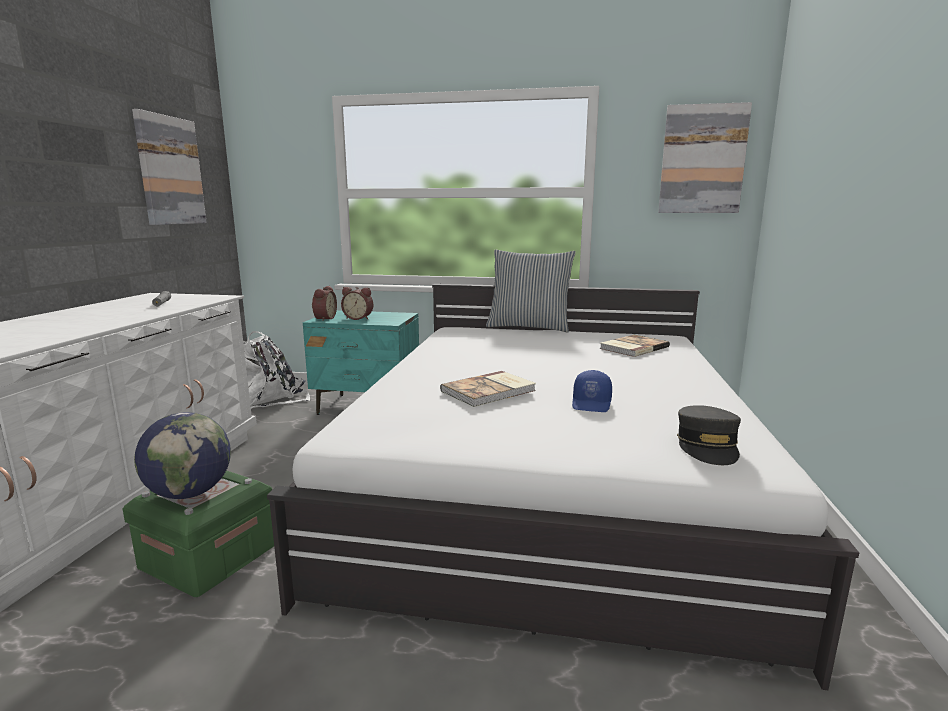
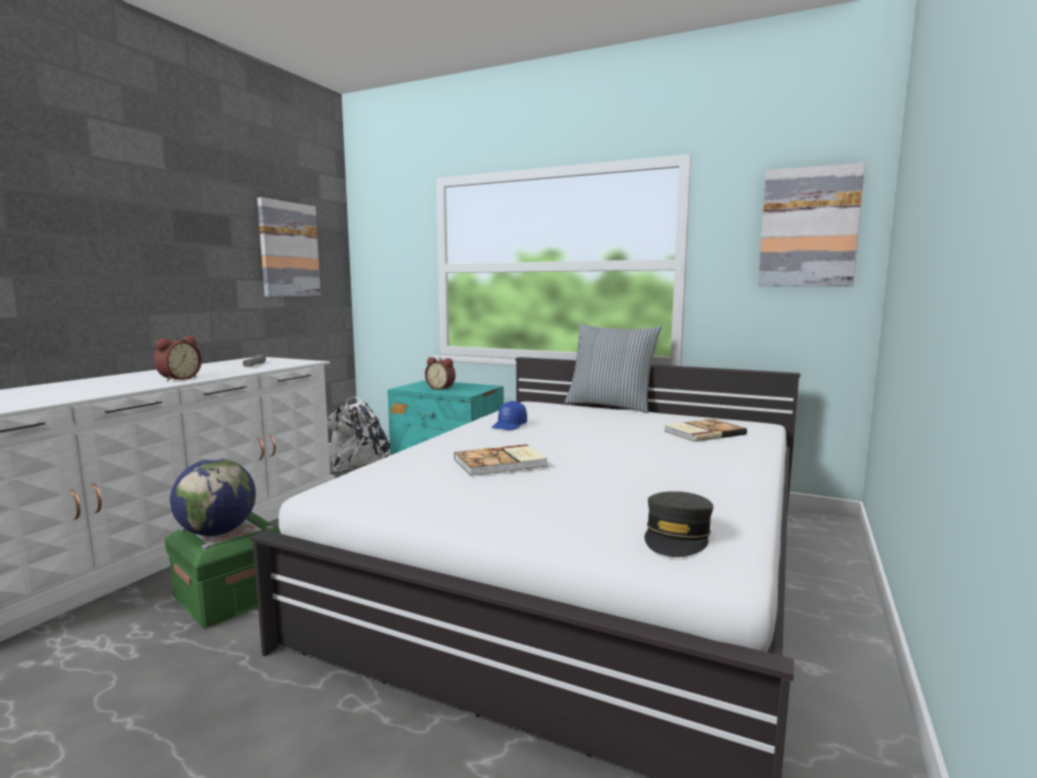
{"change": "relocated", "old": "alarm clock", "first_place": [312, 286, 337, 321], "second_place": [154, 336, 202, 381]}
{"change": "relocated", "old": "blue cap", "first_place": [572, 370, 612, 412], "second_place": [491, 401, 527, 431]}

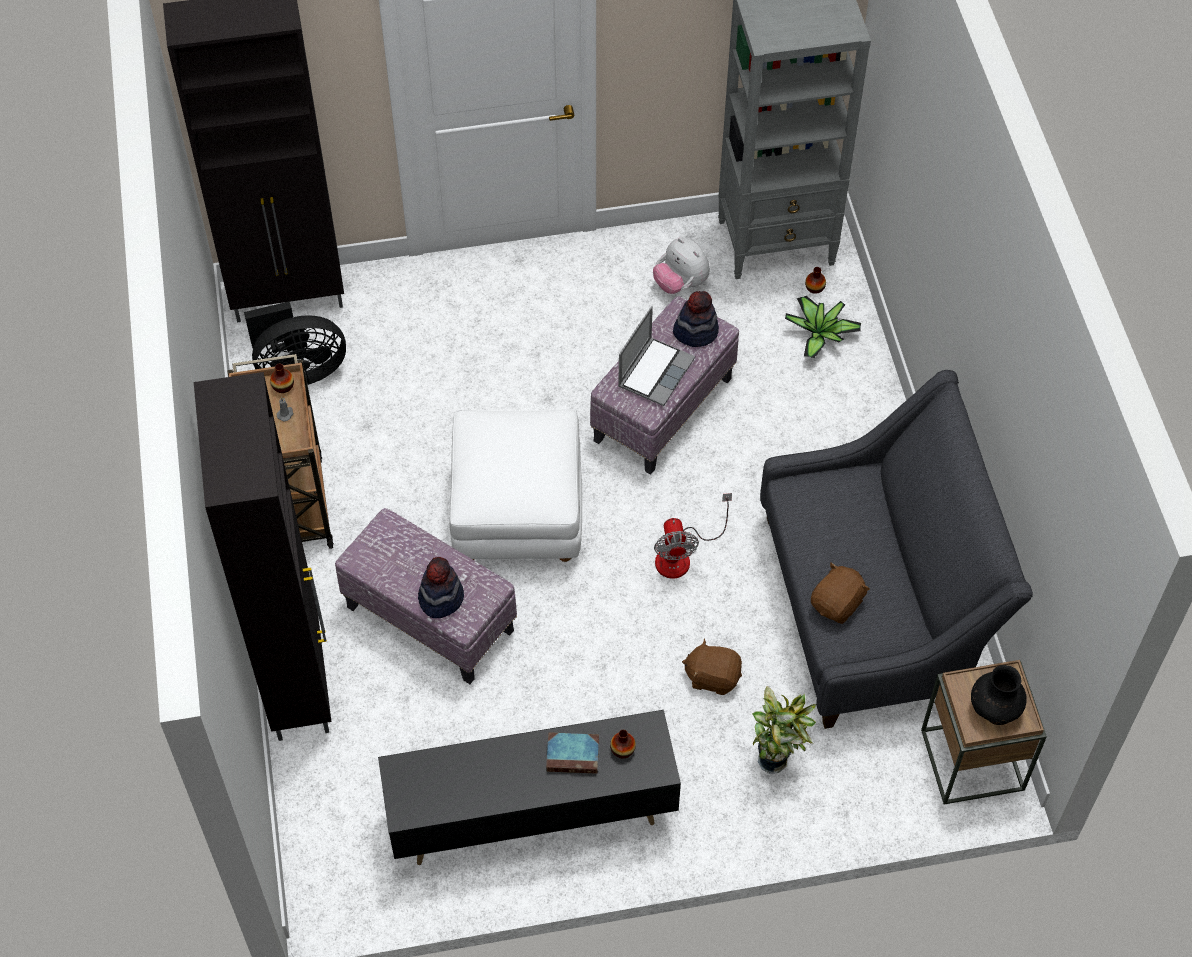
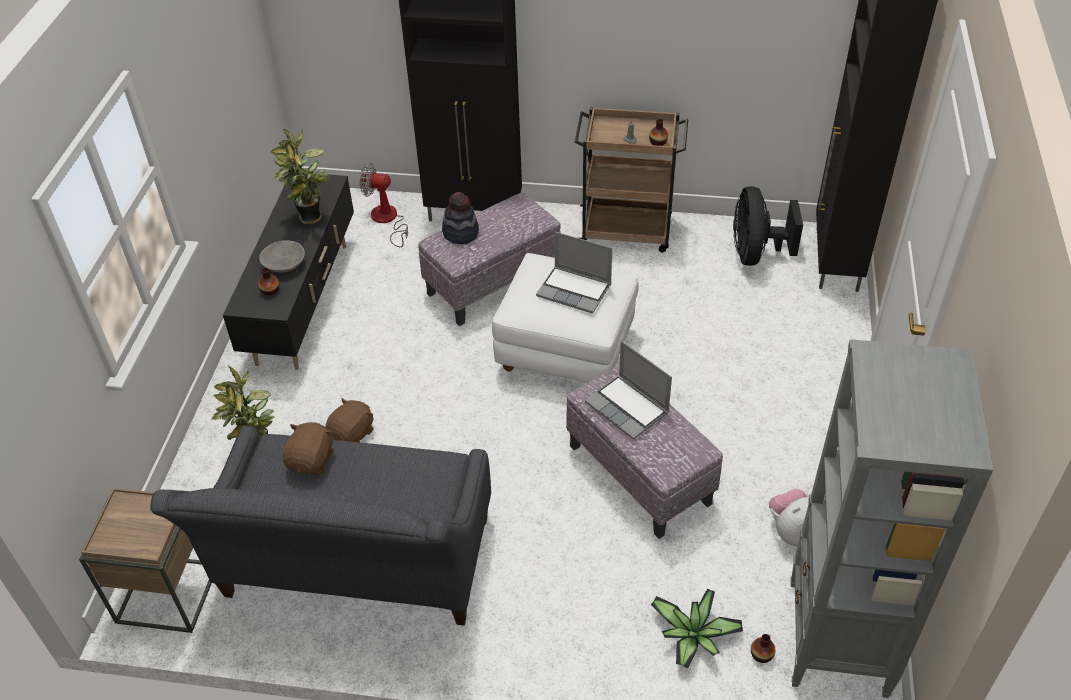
{"change": "missing", "old": "hat", "first_place": [673, 291, 719, 347]}
{"change": "relocated", "old": "fan", "first_place": [654, 493, 732, 579], "second_place": [360, 163, 408, 247]}
{"change": "spun", "old": "brown plush toy", "first_place": [811, 562, 870, 624], "second_place": [283, 422, 334, 475], "degrees": -135}
{"change": "missing", "old": "black vase", "first_place": [971, 665, 1027, 725]}
{"change": "exchanged", "old": "book", "new": "grey bowl", "first_place": [546, 732, 599, 774], "second_place": [259, 240, 305, 273]}
{"change": "appeared", "new": "potted plant", "second_place": [270, 128, 329, 224]}
{"change": "appeared", "new": "laptop", "second_place": [536, 232, 612, 313]}

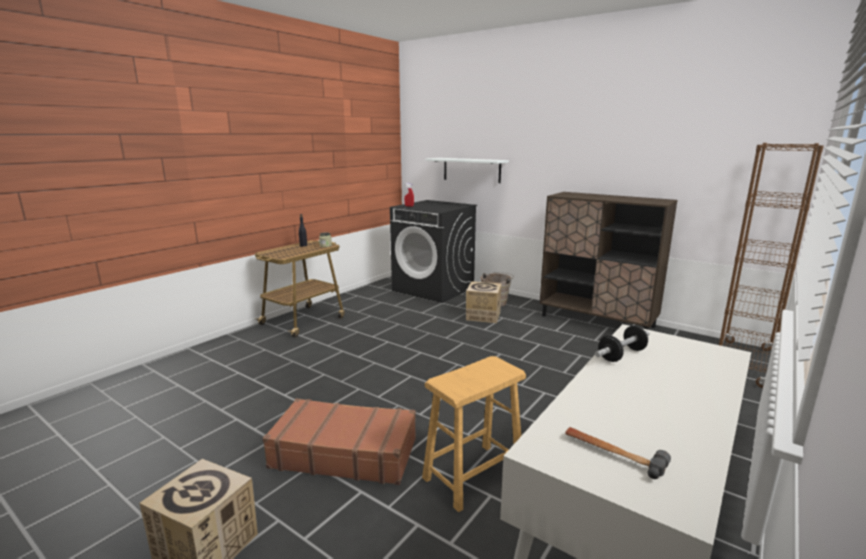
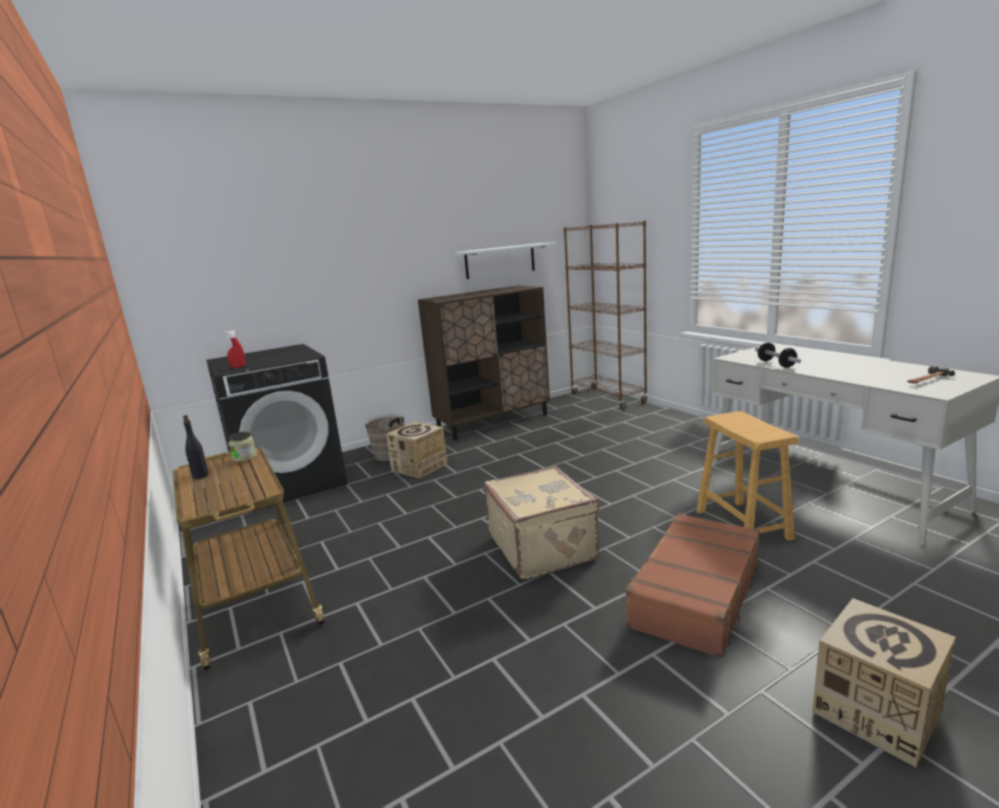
{"change": "relocated", "old": "white shelf", "first_place": [425, 158, 509, 183], "second_place": [455, 242, 556, 279]}
{"change": "appeared", "new": "beige suitcase", "second_place": [484, 466, 599, 580]}

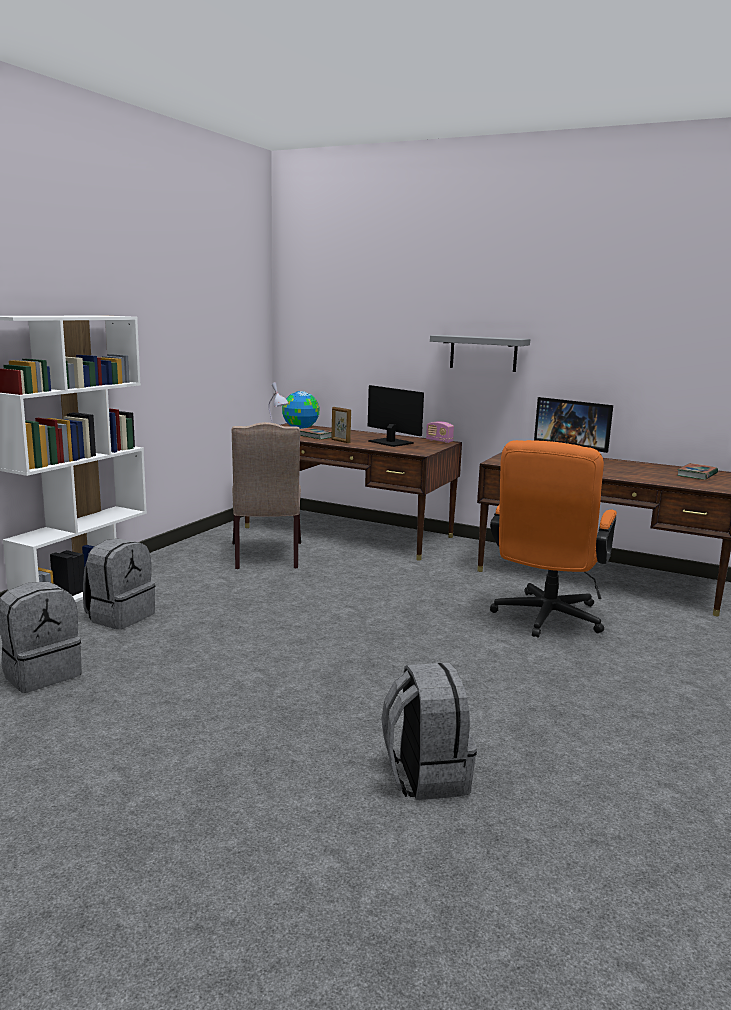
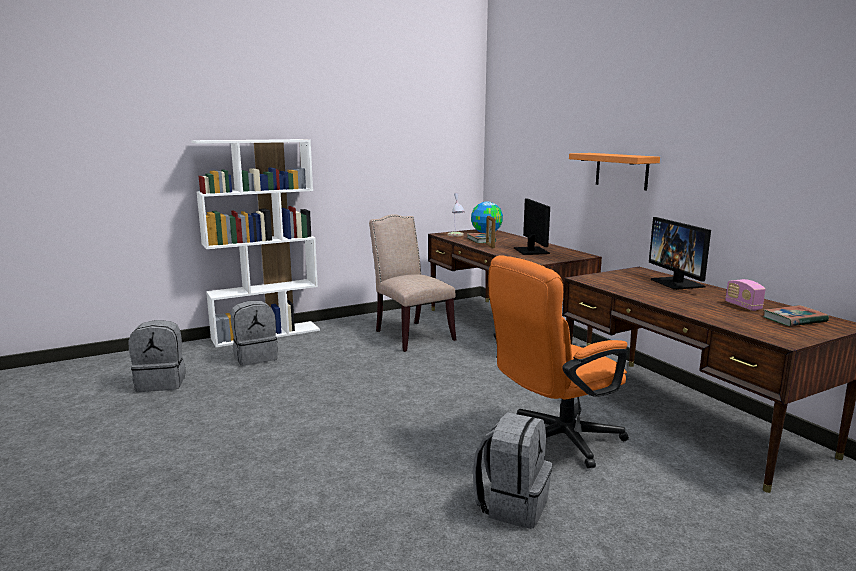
{"change": "colour", "old": "grey shelf", "new": "orange shelf", "first_place": [430, 335, 530, 372], "second_place": [569, 153, 660, 190]}
{"change": "relocated", "old": "radio", "first_place": [426, 421, 454, 443], "second_place": [725, 279, 765, 311]}
{"change": "spun", "old": "beige chair", "first_place": [232, 422, 301, 569], "second_place": [369, 214, 456, 352], "degrees": 120}
{"change": "relocated", "old": "grey backpack", "first_place": [381, 663, 477, 800], "second_place": [473, 412, 552, 529]}

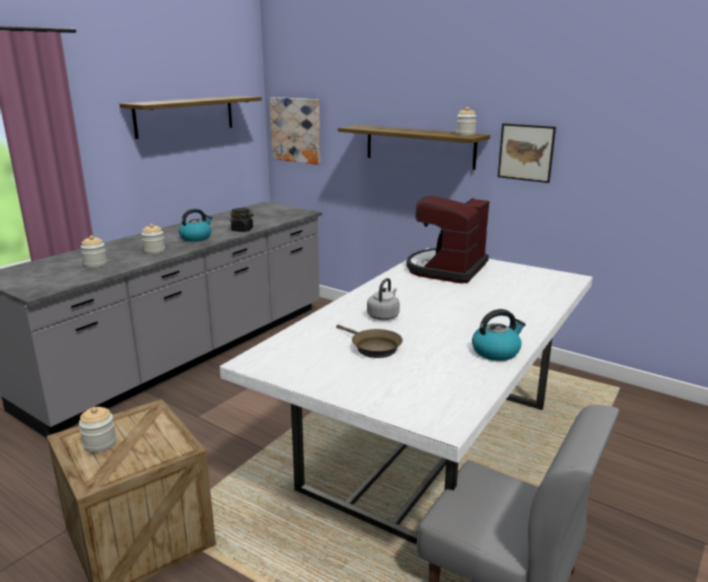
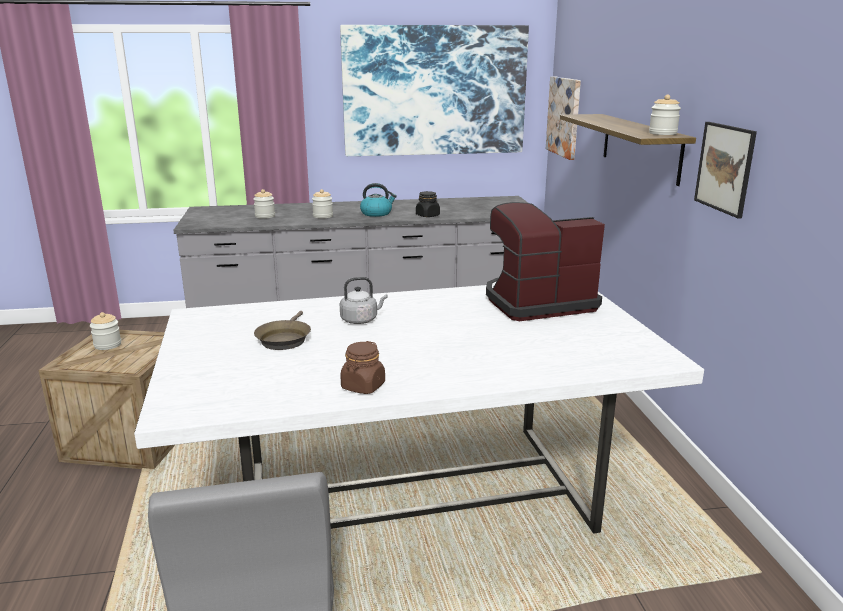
{"change": "exchanged", "old": "shelf", "new": "picture", "first_place": [119, 96, 262, 139], "second_place": [340, 25, 529, 156]}
{"change": "exchanged", "old": "kettle", "new": "brown jar", "first_place": [472, 309, 526, 361], "second_place": [340, 341, 385, 394]}

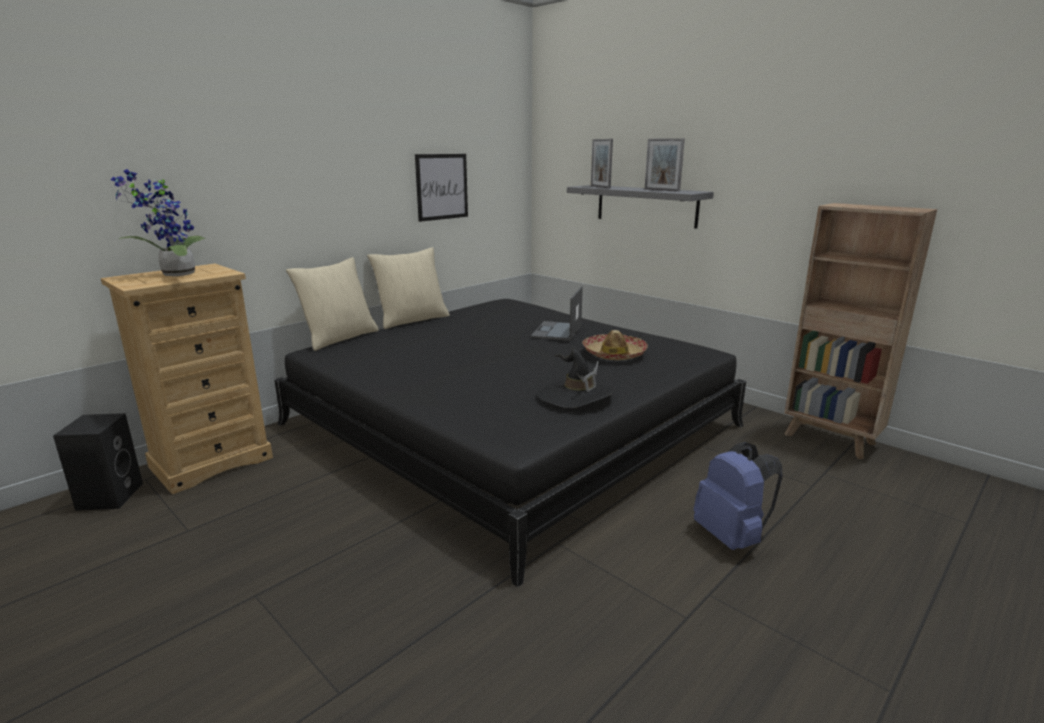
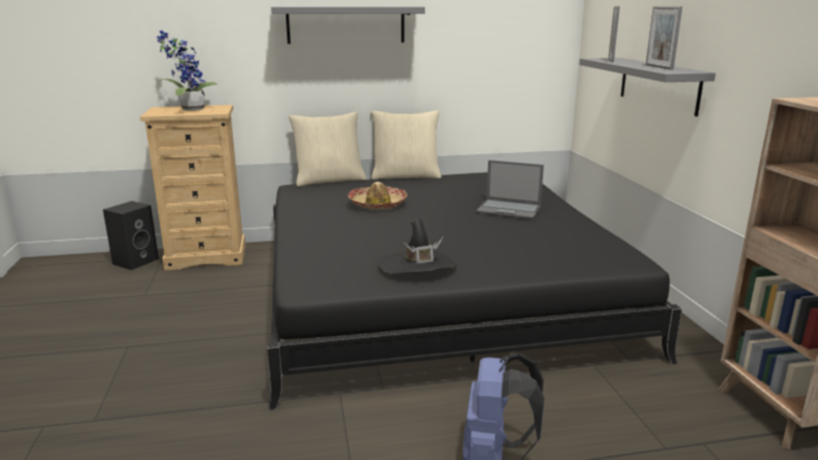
{"change": "missing", "old": "picture", "first_place": [415, 154, 468, 222]}
{"change": "spun", "old": "laptop", "first_place": [531, 286, 583, 341], "second_place": [476, 160, 544, 219], "degrees": -120}
{"change": "relocated", "old": "hat", "first_place": [582, 330, 648, 360], "second_place": [348, 182, 407, 210]}
{"change": "appeared", "new": "grey shelf", "second_place": [271, 7, 425, 44]}

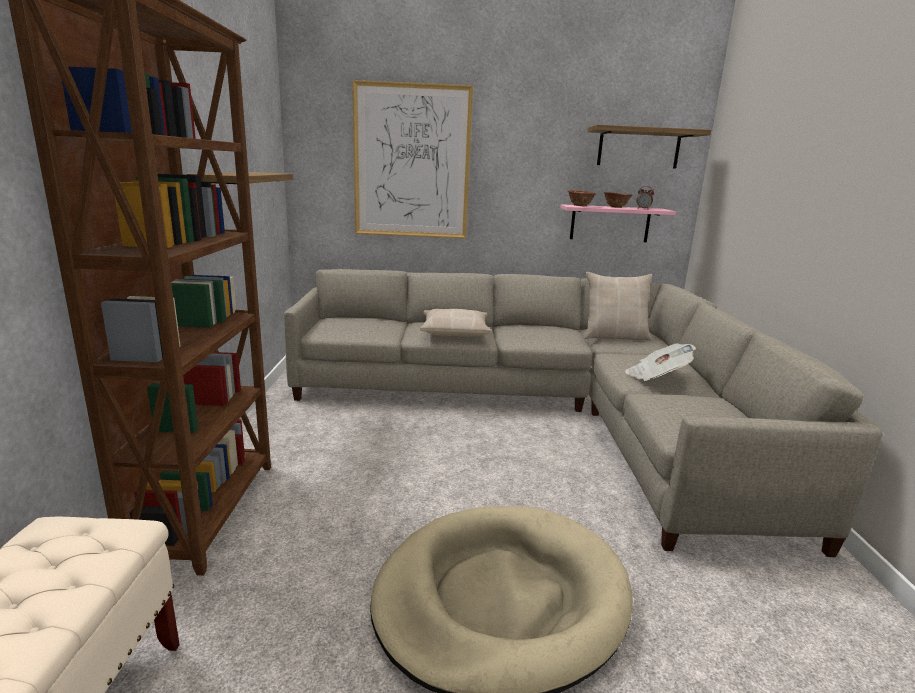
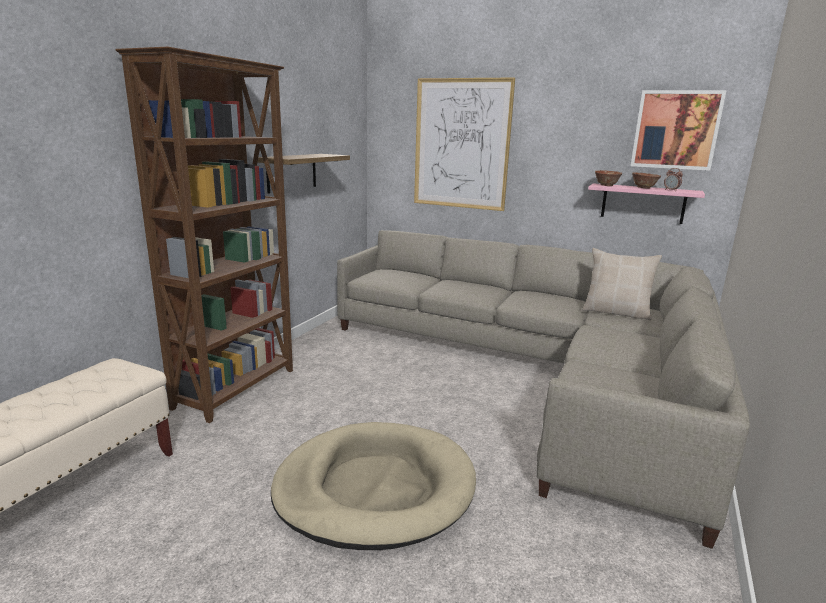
{"change": "exchanged", "old": "shelf", "new": "picture", "first_place": [588, 125, 711, 169], "second_place": [631, 90, 727, 171]}
{"change": "missing", "old": "beige pillow", "first_place": [420, 309, 491, 336]}
{"change": "missing", "old": "newspaper", "first_place": [625, 343, 696, 381]}

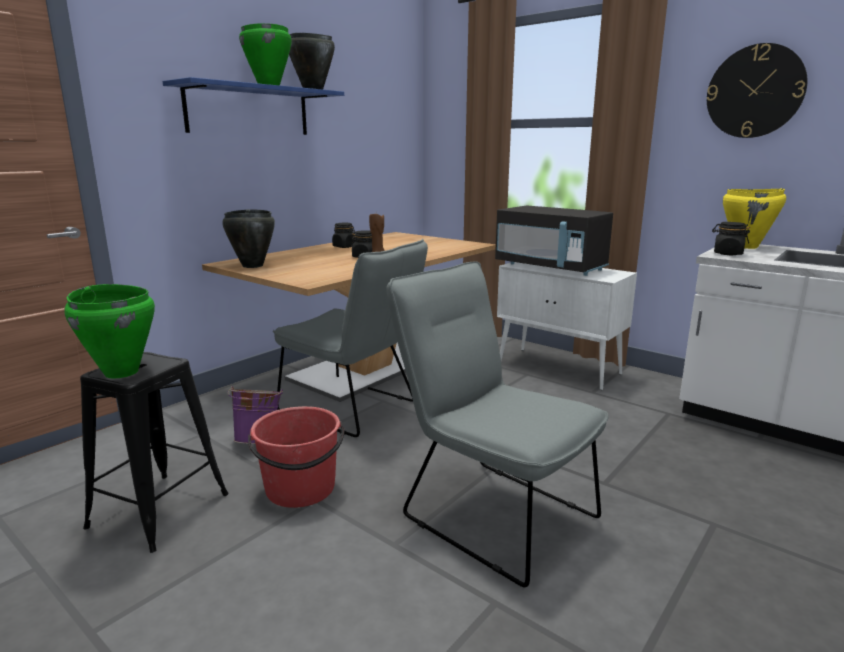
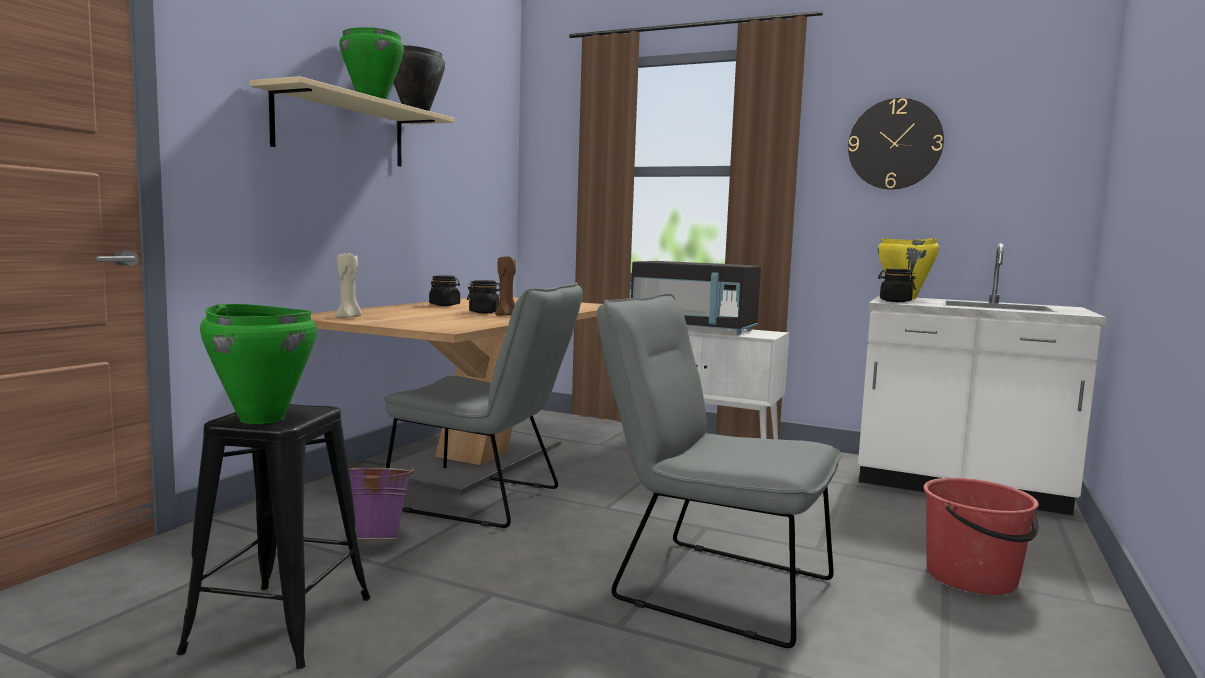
{"change": "colour", "old": "blue shelf", "new": "beige shelf", "first_place": [163, 77, 344, 135], "second_place": [250, 76, 455, 166]}
{"change": "exchanged", "old": "black cooking pot", "new": "beige candle", "first_place": [222, 209, 275, 268], "second_place": [336, 252, 361, 318]}
{"change": "relocated", "old": "red bucket", "first_place": [248, 406, 344, 508], "second_place": [923, 478, 1039, 595]}

